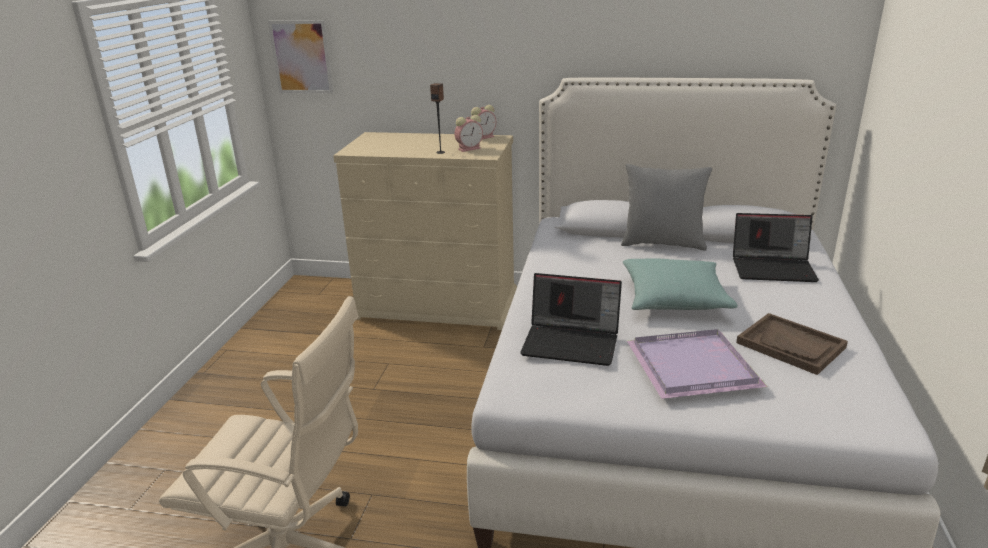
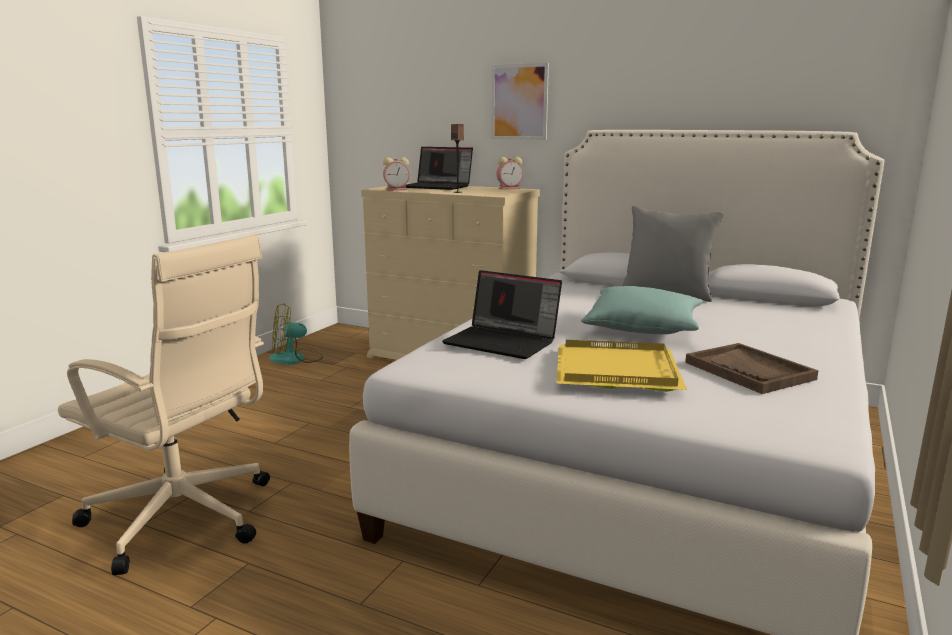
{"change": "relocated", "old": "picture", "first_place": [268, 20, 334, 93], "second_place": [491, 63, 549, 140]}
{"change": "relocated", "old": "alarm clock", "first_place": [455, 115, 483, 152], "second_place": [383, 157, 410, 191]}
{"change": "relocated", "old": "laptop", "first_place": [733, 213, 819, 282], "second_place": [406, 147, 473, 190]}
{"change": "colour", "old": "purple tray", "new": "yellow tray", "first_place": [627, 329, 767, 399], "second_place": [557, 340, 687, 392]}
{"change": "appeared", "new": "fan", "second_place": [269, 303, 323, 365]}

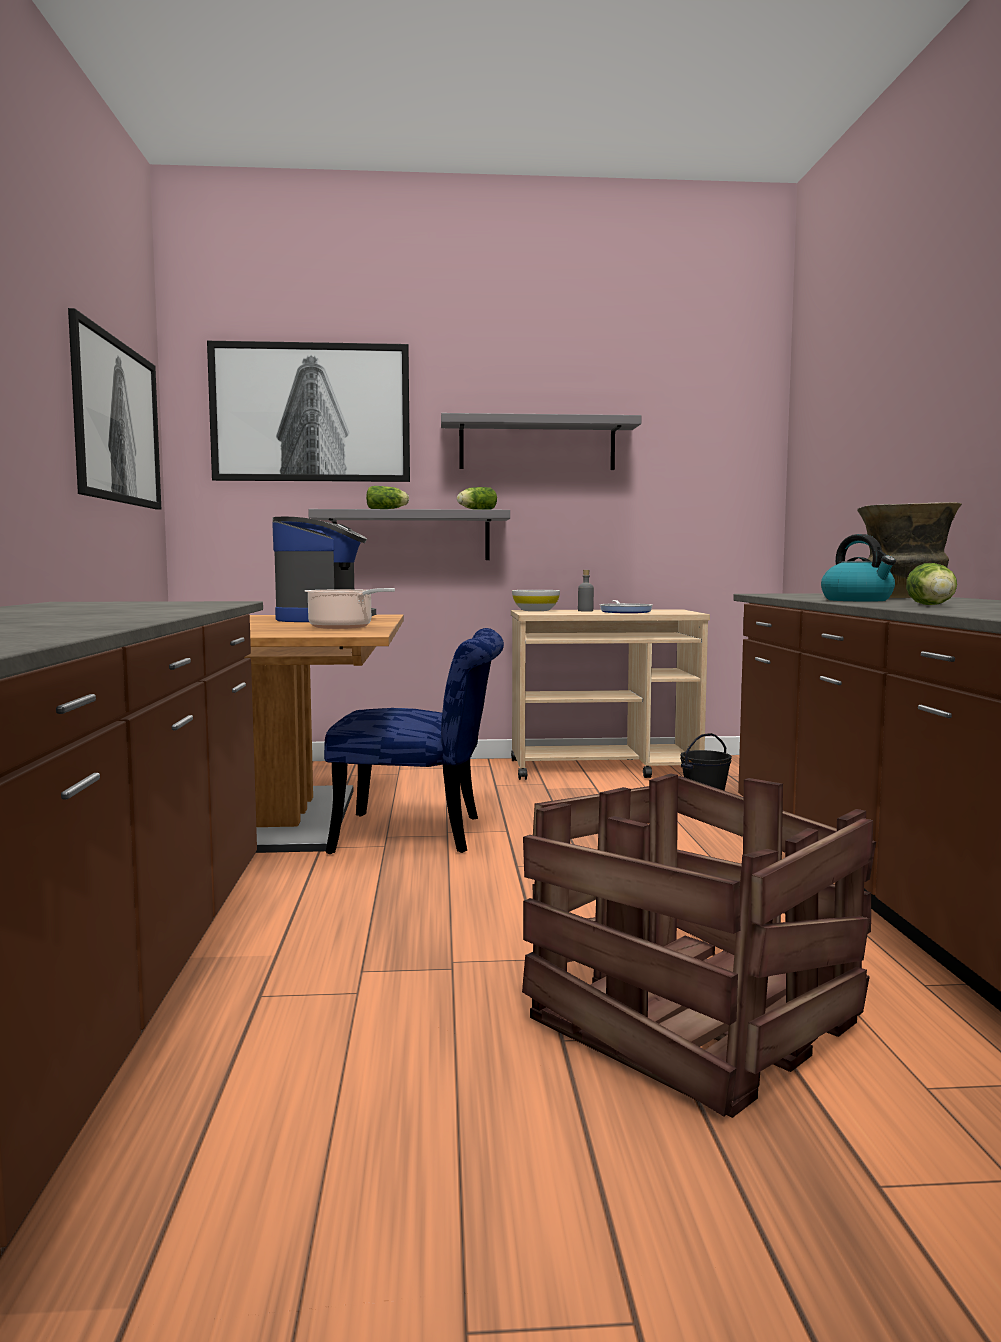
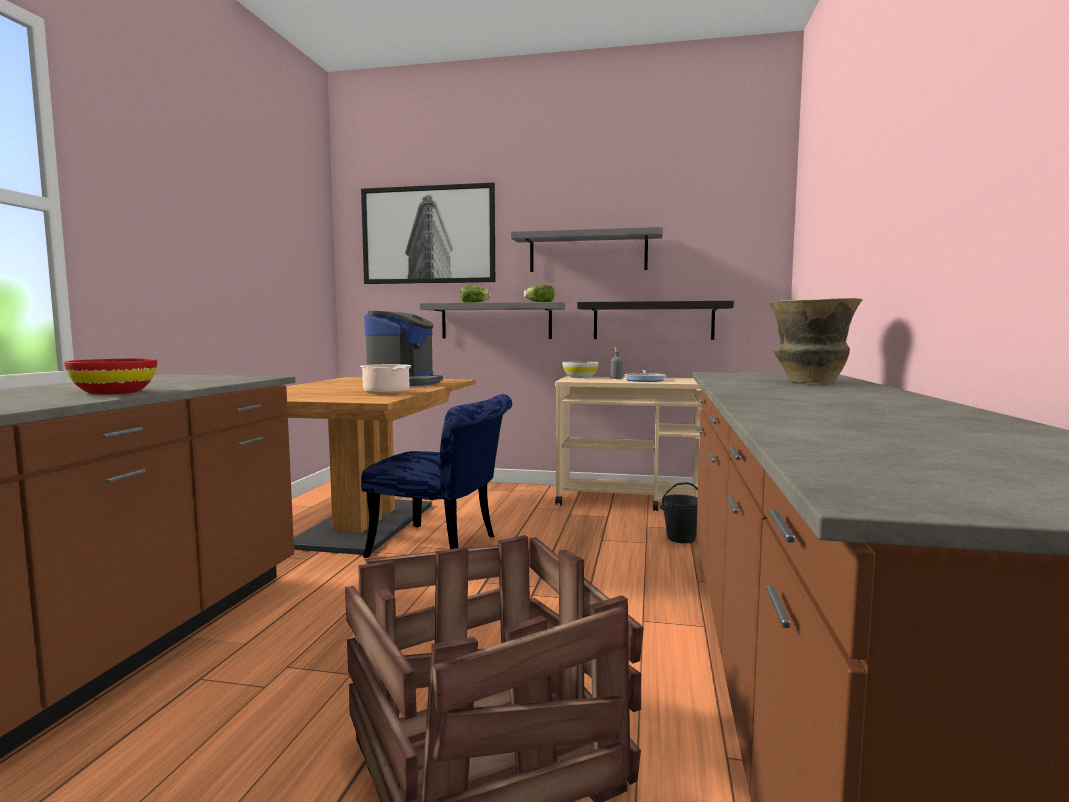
{"change": "missing", "old": "picture", "first_place": [68, 308, 161, 510]}
{"change": "missing", "old": "kettle", "first_place": [821, 534, 896, 602]}
{"change": "missing", "old": "lettuce", "first_place": [906, 563, 957, 605]}
{"change": "appeared", "new": "black shelf", "second_place": [577, 301, 734, 340]}
{"change": "appeared", "new": "red bowl", "second_place": [64, 359, 157, 395]}

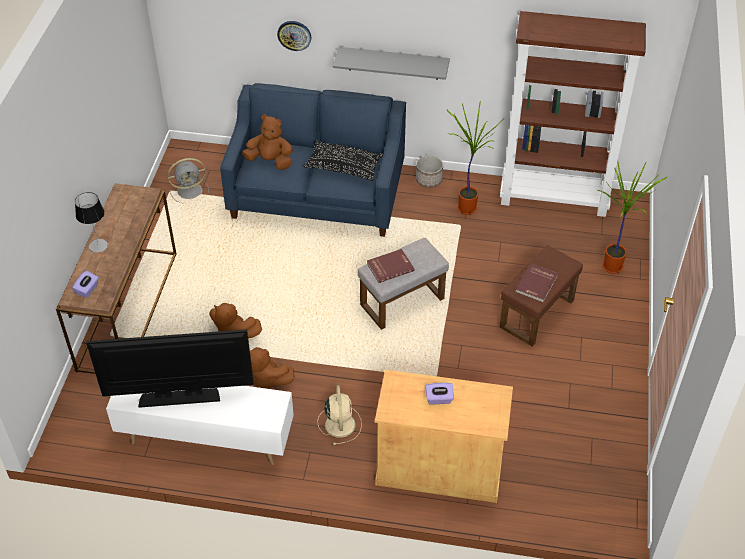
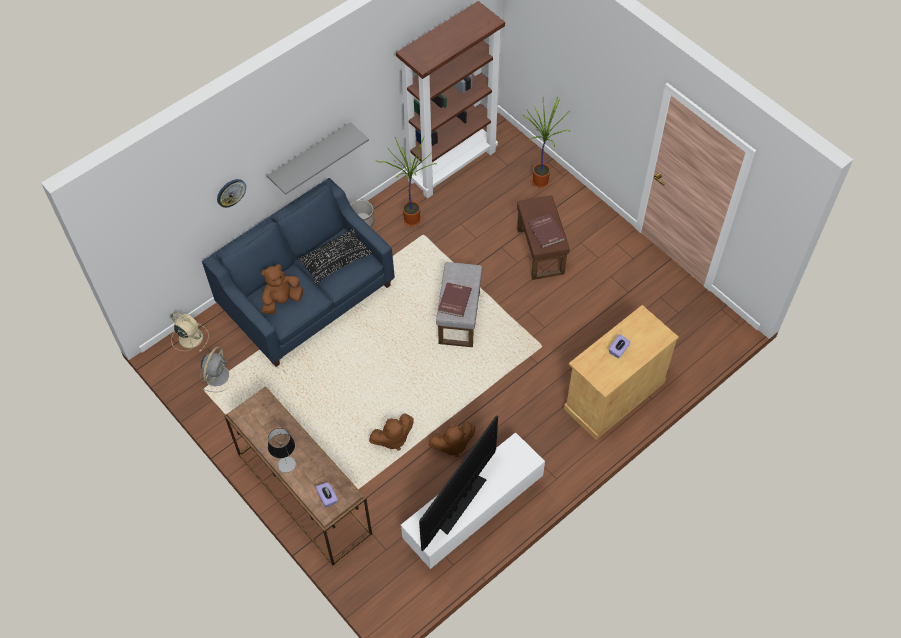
{"change": "relocated", "old": "beige fan", "first_place": [317, 385, 362, 445], "second_place": [171, 312, 209, 352]}

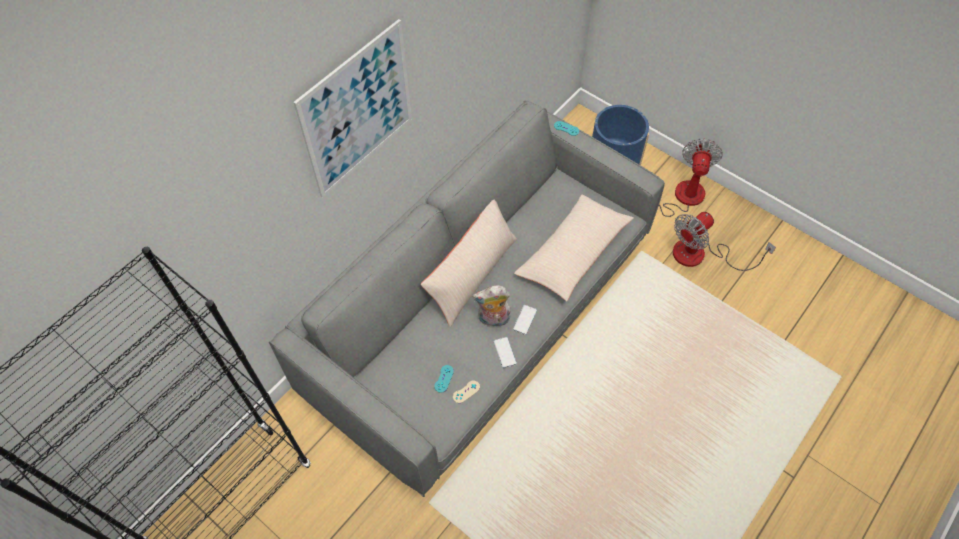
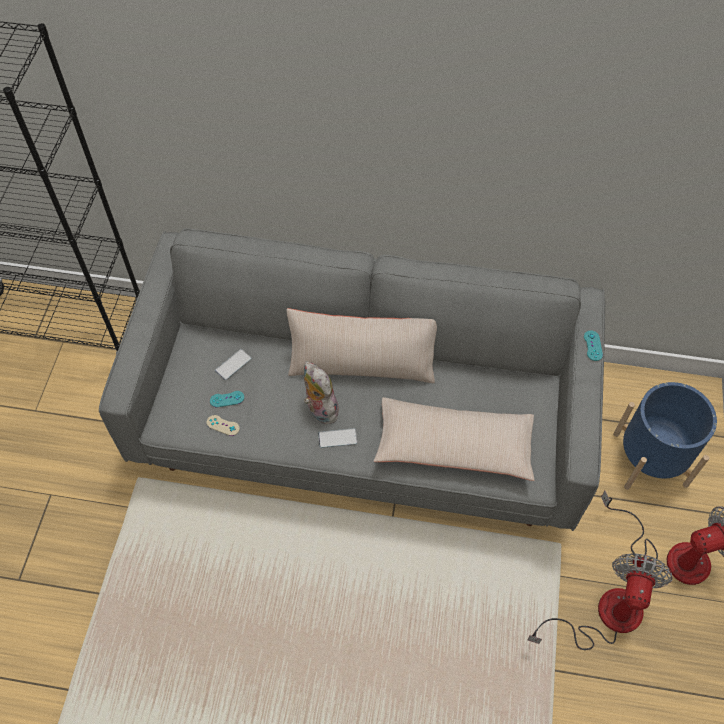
{"change": "missing", "old": "picture", "first_place": [293, 19, 412, 198]}
{"change": "spun", "old": "fan", "first_place": [673, 212, 776, 271], "second_place": [527, 554, 673, 650], "degrees": 90}
{"change": "relocated", "old": "phone", "first_place": [494, 337, 517, 368], "second_place": [215, 349, 252, 380]}

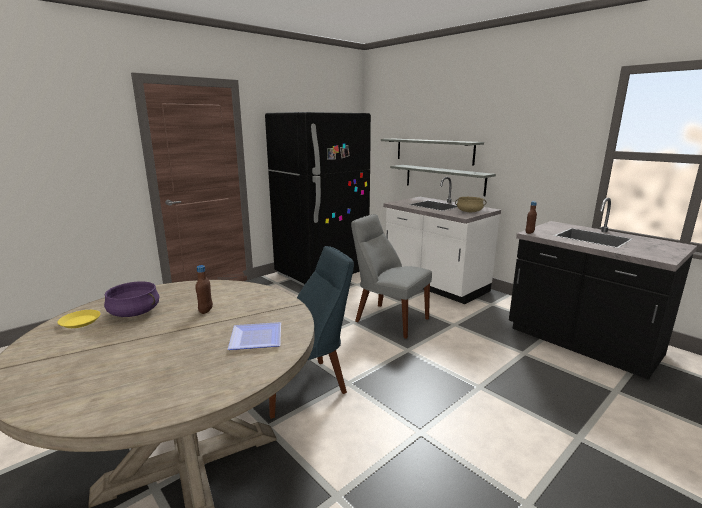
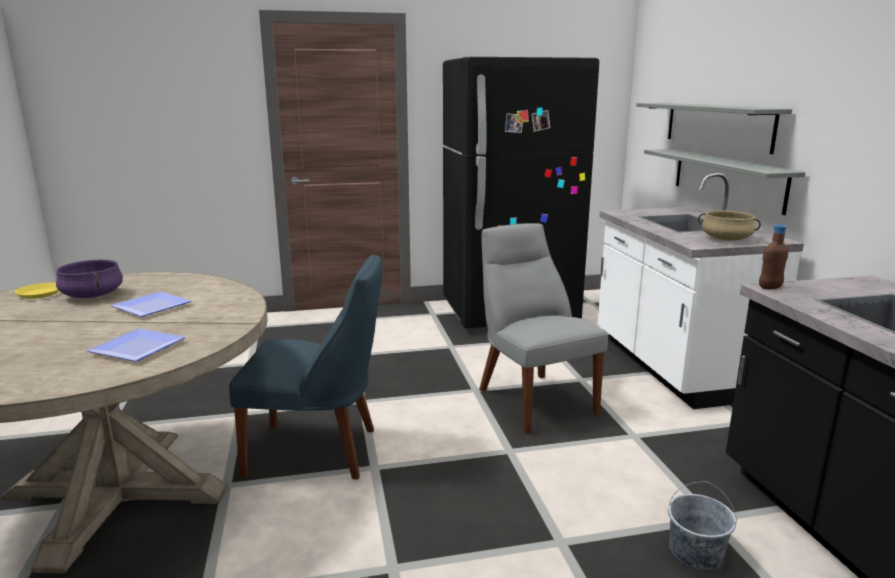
{"change": "exchanged", "old": "brown bottle", "new": "plate", "first_place": [195, 265, 213, 314], "second_place": [111, 291, 191, 317]}
{"change": "appeared", "new": "grey bucket", "second_place": [668, 481, 737, 570]}

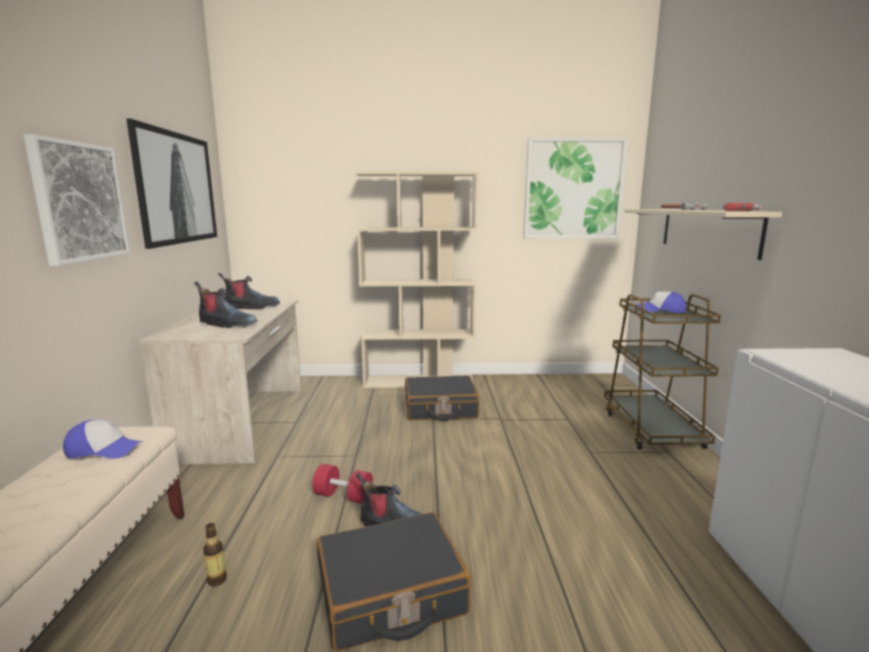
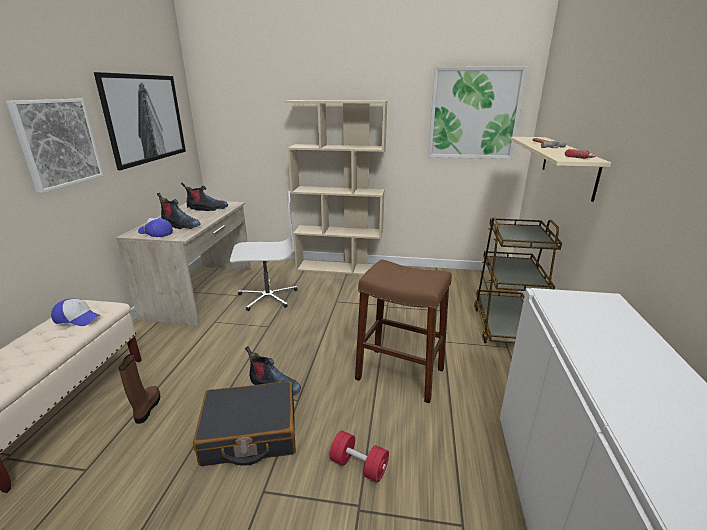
{"change": "relocated", "old": "cap", "first_place": [637, 292, 686, 313], "second_place": [138, 218, 173, 237]}
{"change": "missing", "old": "black suitcase", "first_place": [405, 375, 479, 421]}
{"change": "relocated", "old": "red dumbbell", "first_place": [312, 464, 373, 504], "second_place": [329, 431, 389, 482]}
{"change": "exchanged", "old": "bottle", "new": "brown boot", "first_place": [203, 523, 227, 586], "second_place": [119, 354, 160, 424]}
{"change": "appeared", "new": "white office chair", "second_place": [230, 191, 298, 311]}
{"change": "appeared", "new": "brown stool", "second_place": [355, 260, 452, 403]}

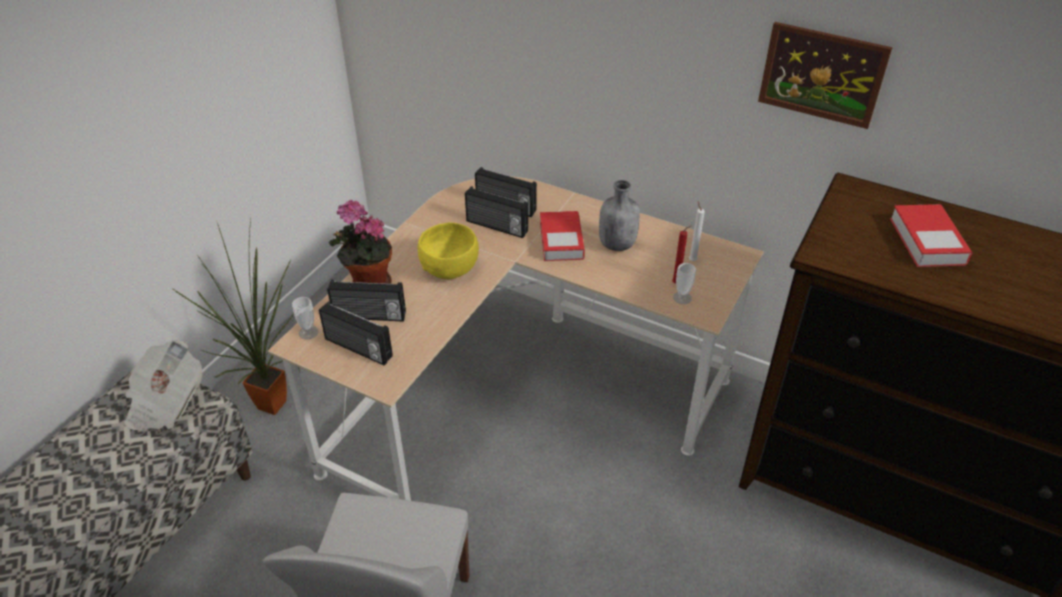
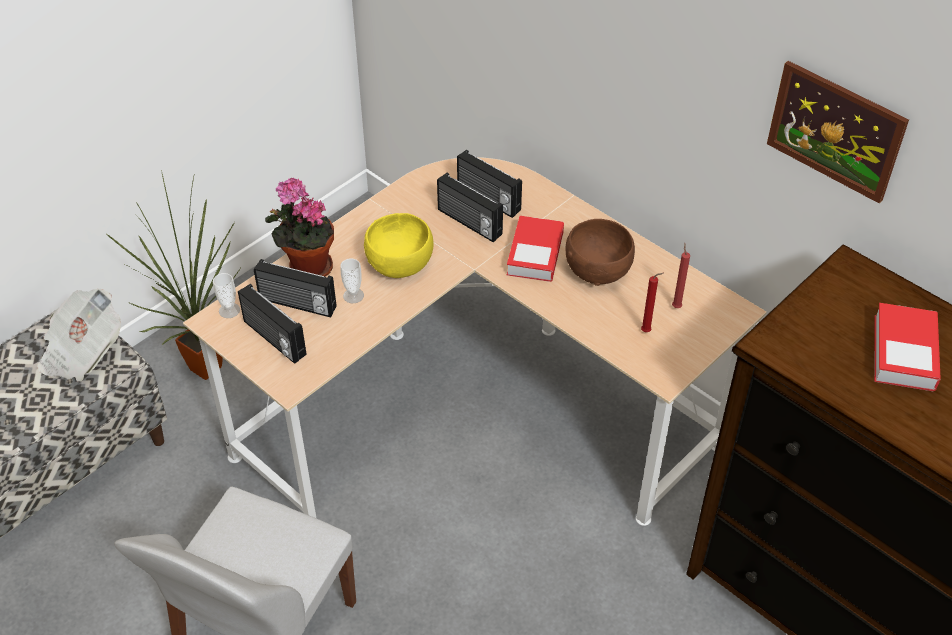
{"change": "exchanged", "old": "grey bottle", "new": "brown bowl", "first_place": [599, 180, 640, 251], "second_place": [566, 219, 635, 286]}
{"change": "colour", "old": "white candle", "new": "red candle", "first_place": [689, 201, 705, 261], "second_place": [672, 243, 690, 308]}
{"change": "relocated", "old": "cup", "first_place": [673, 263, 696, 304], "second_place": [340, 258, 364, 303]}

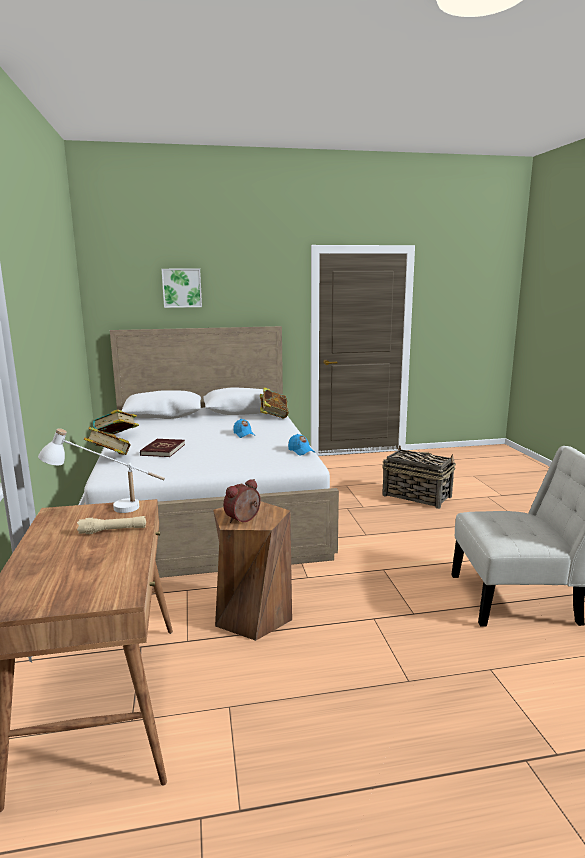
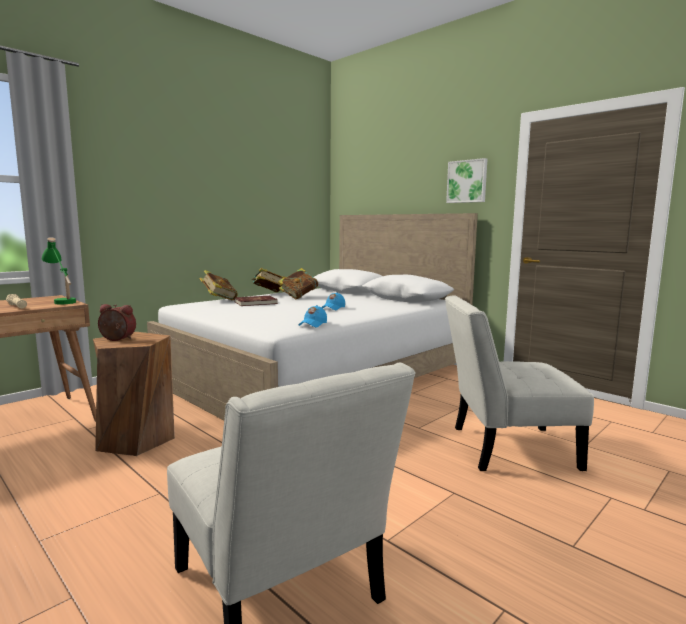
{"change": "relocated", "old": "picture", "first_place": [162, 269, 202, 308], "second_place": [446, 158, 487, 203]}
{"change": "relocated", "old": "book", "first_place": [260, 387, 289, 419], "second_place": [278, 268, 318, 299]}
{"change": "colour", "old": "white table lamp", "new": "green table lamp", "first_place": [38, 428, 165, 513], "second_place": [42, 237, 76, 305]}
{"change": "exchanged", "old": "basket", "new": "white chair", "first_place": [382, 445, 456, 509], "second_place": [445, 296, 594, 471]}

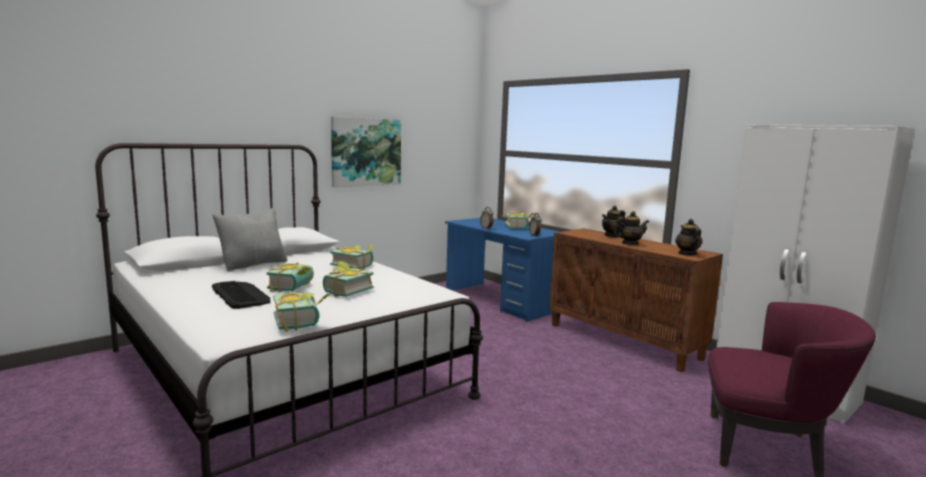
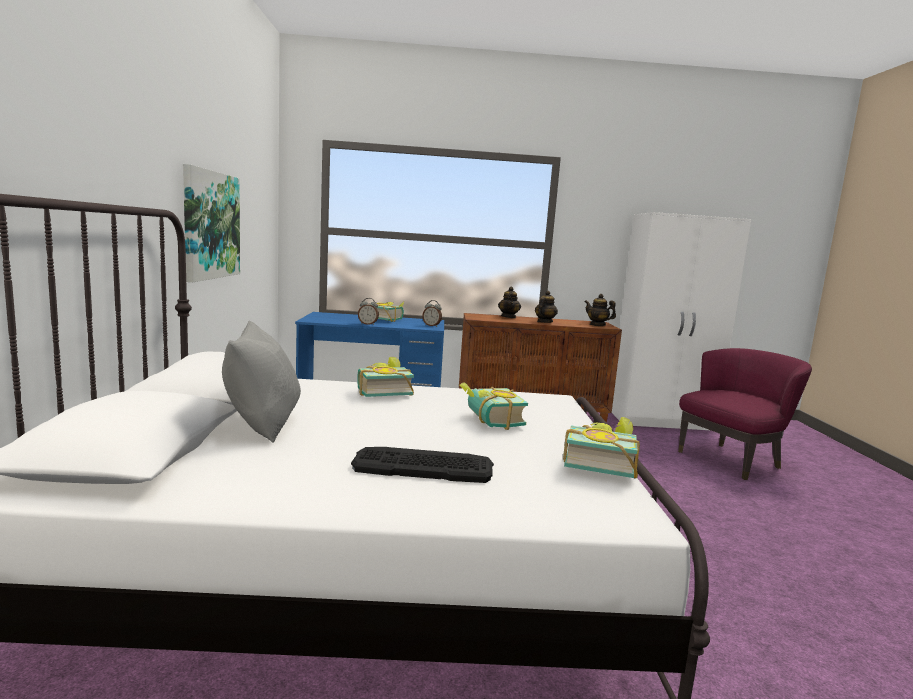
{"change": "missing", "old": "book", "first_place": [266, 263, 314, 292]}

